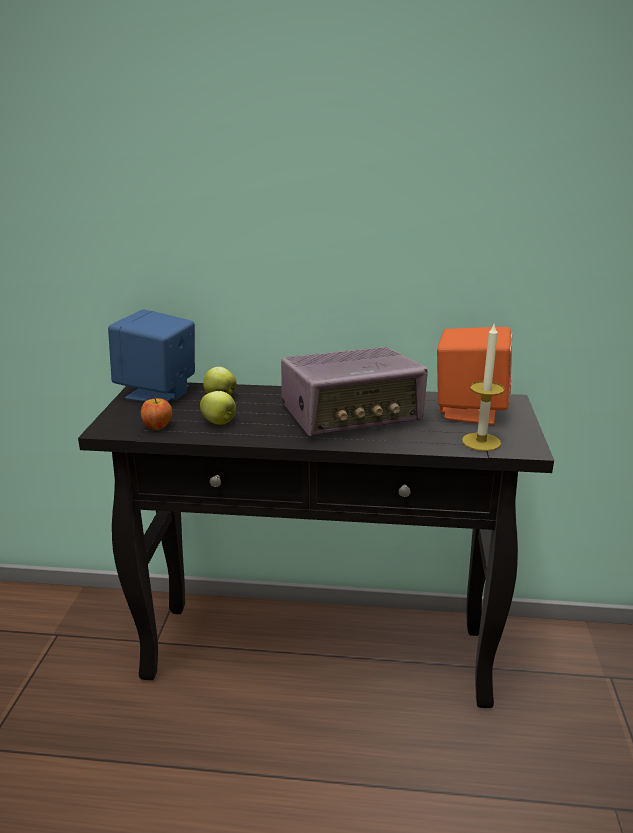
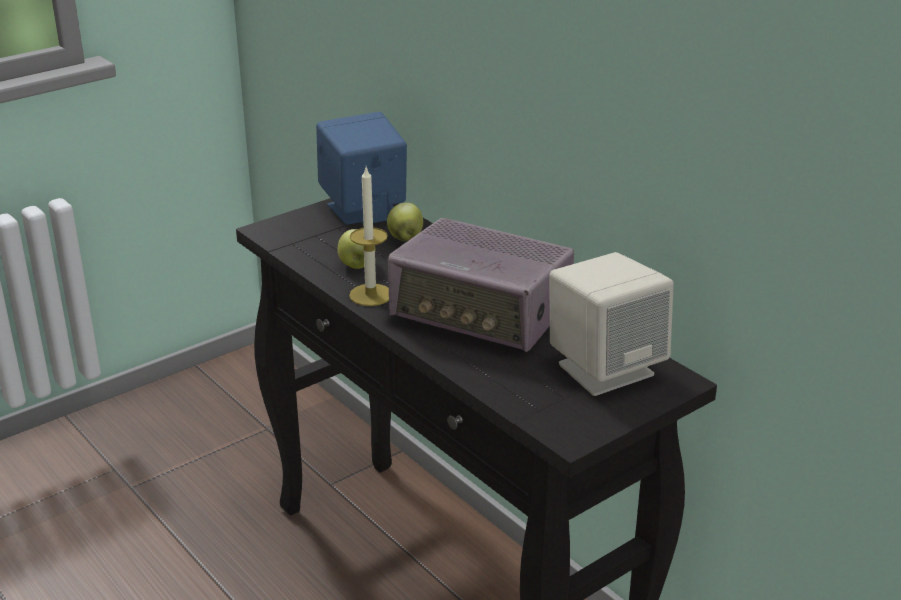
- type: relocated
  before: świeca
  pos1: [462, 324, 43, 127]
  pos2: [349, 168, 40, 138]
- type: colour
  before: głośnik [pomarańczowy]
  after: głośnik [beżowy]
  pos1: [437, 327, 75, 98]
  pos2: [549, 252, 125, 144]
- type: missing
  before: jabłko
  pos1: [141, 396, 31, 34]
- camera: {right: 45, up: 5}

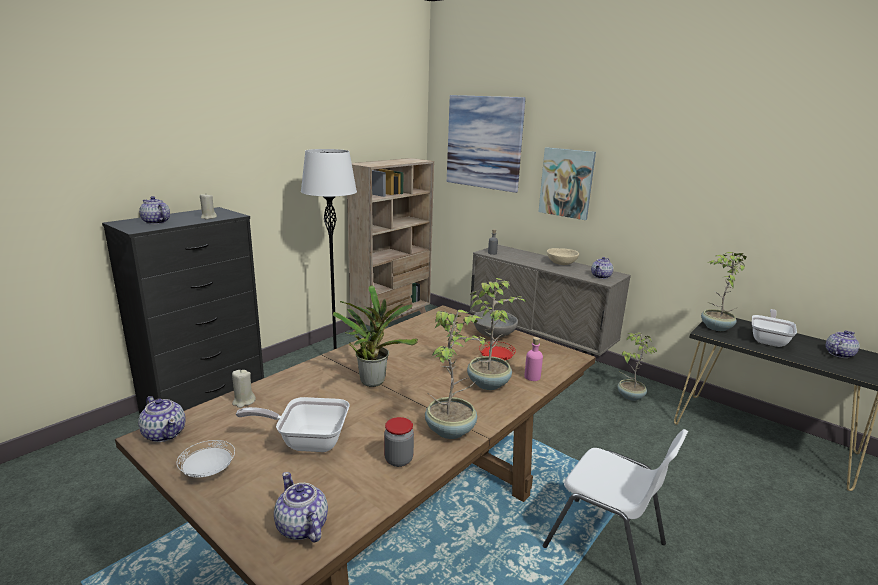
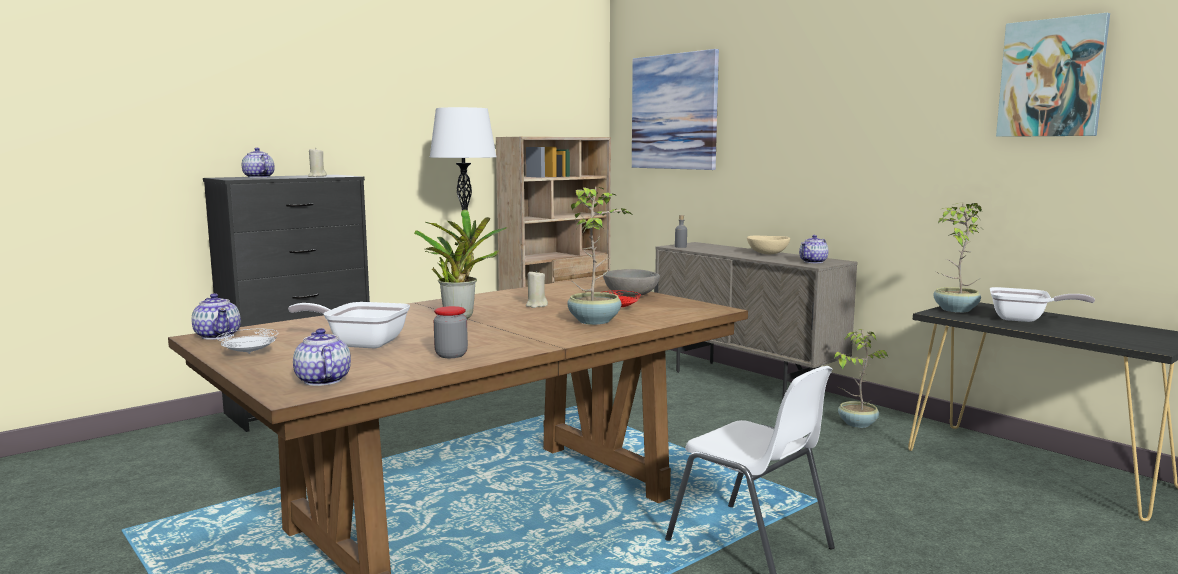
- type: relocated
  before: obraz
  pos1: [539, 147, 57, 73]
  pos2: [996, 13, 114, 124]
- type: missing
  before: roślina doniczkowa
  pos1: [425, 309, 65, 130]
- type: spun
  before: patelnia
  pos1: [752, 309, 45, 38]
  pos2: [990, 287, 105, 35]
  turn: 75
- type: missing
  before: imbryk
  pos1: [826, 331, 33, 27]
- type: missing
  before: butelka [różowy]
  pos1: [524, 337, 19, 44]
- type: relocated
  before: świeca [beżowy]
  pos1: [232, 370, 24, 38]
  pos2: [526, 270, 22, 38]
- camera: {right: 10, up: -10}

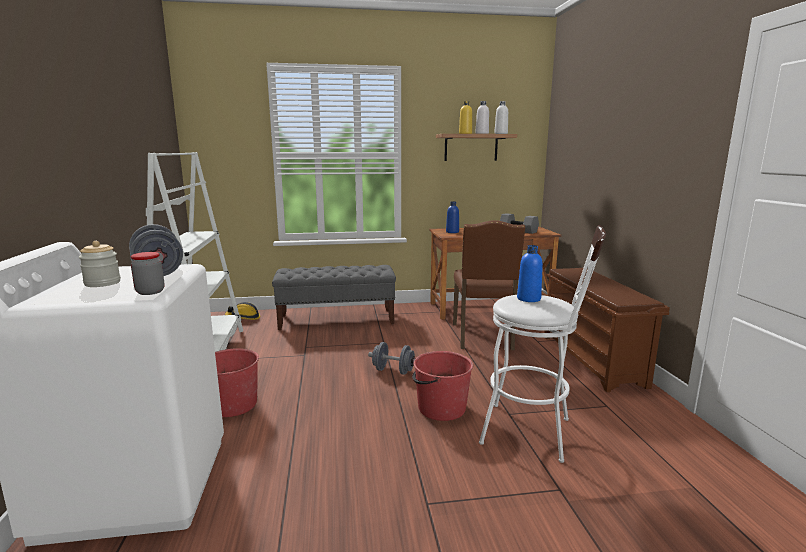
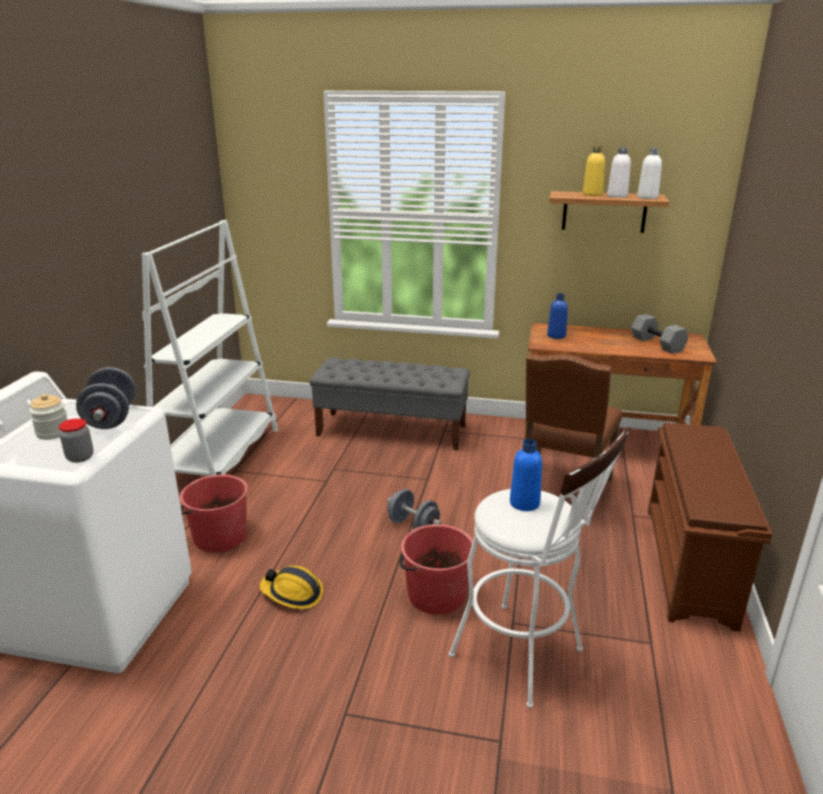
- type: relocated
  before: kask
  pos1: [225, 302, 35, 18]
  pos2: [260, 566, 63, 43]
- camera: {right: 20, up: 10}

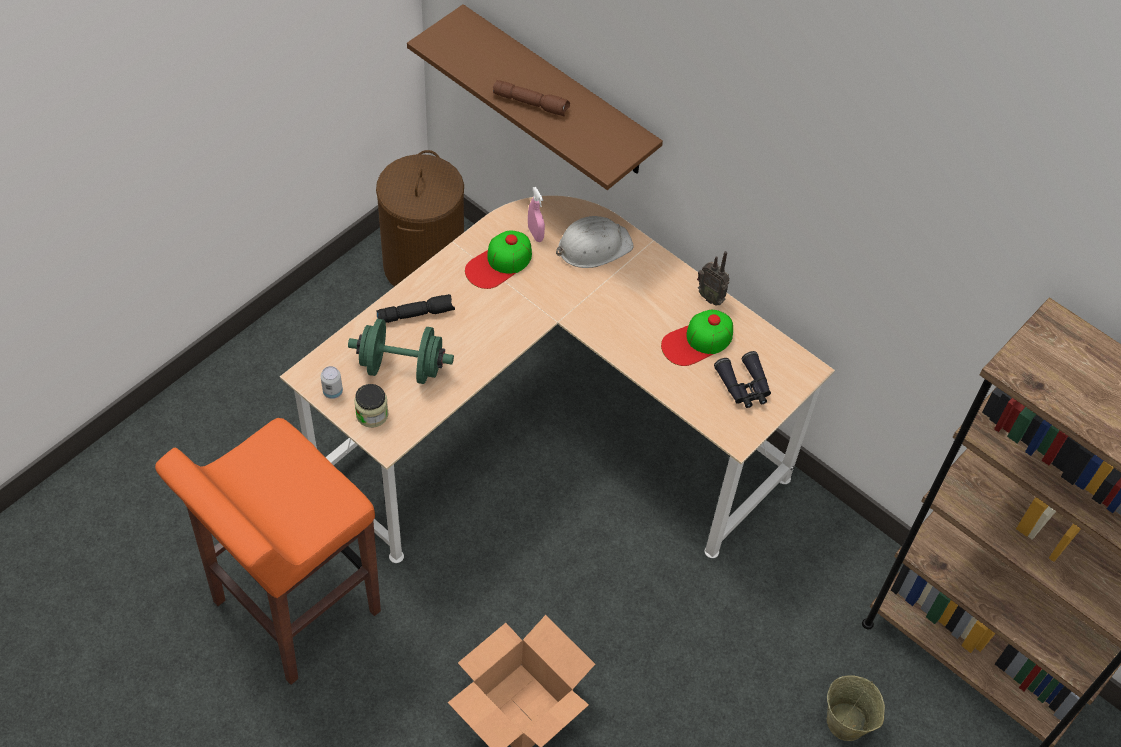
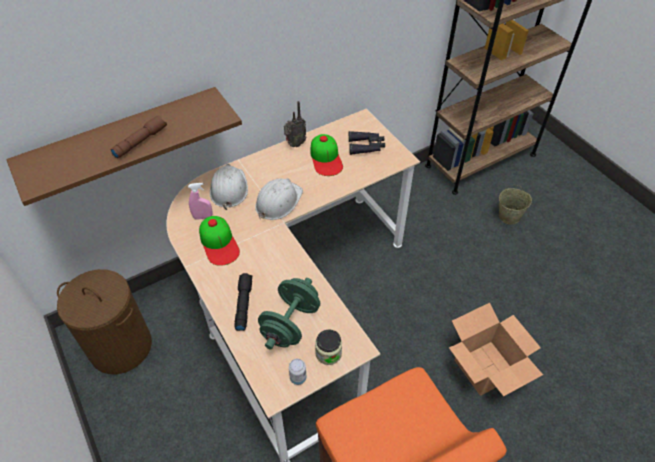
- type: appeared
  after: kask [biały]
  pos2: [255, 178, 48, 42]
- camera: {right: -70, up: -5}

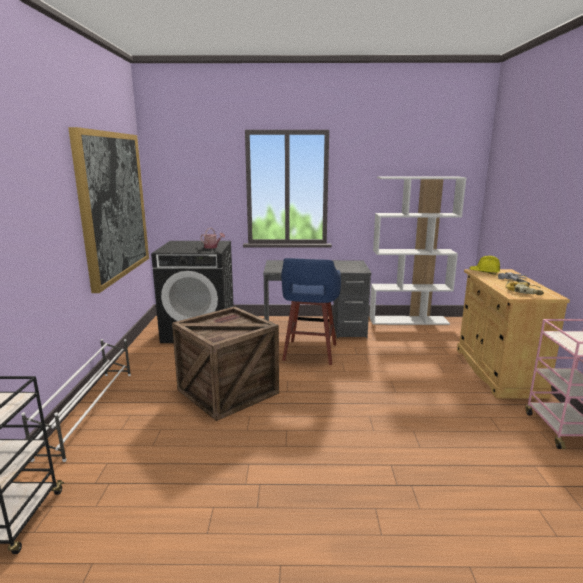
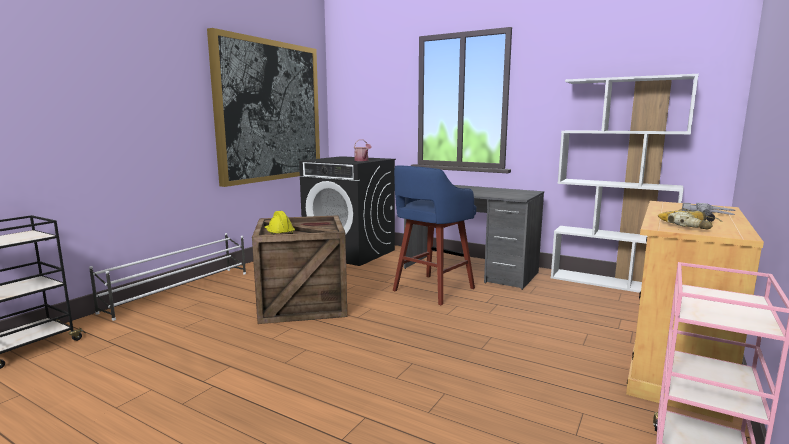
- type: relocated
  before: kask [żółty]
  pos1: [469, 256, 31, 19]
  pos2: [265, 211, 30, 24]
- camera: {right: 30, up: -5}

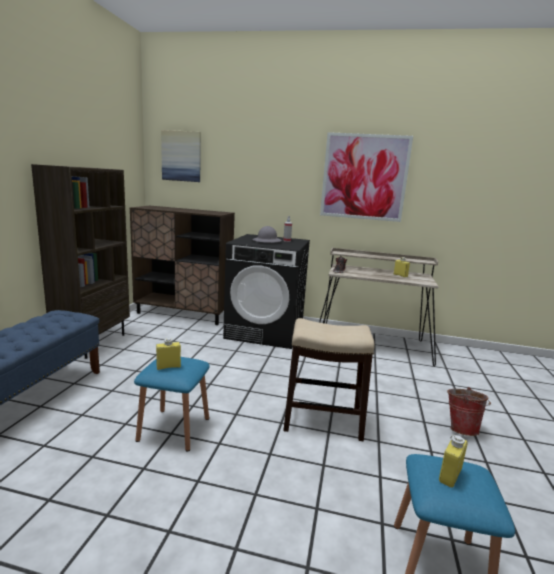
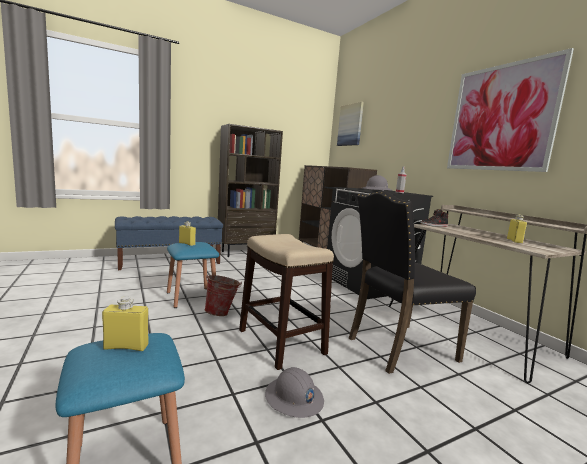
- type: relocated
  before: wiadro
  pos1: [447, 387, 44, 49]
  pos2: [204, 275, 38, 41]
- type: appeared
  after: krzesło [czarny]
  pos2: [349, 191, 127, 183]
- type: appeared
  after: kask [szary]
  pos2: [265, 367, 59, 51]
- camera: {right: 50, up: -5}

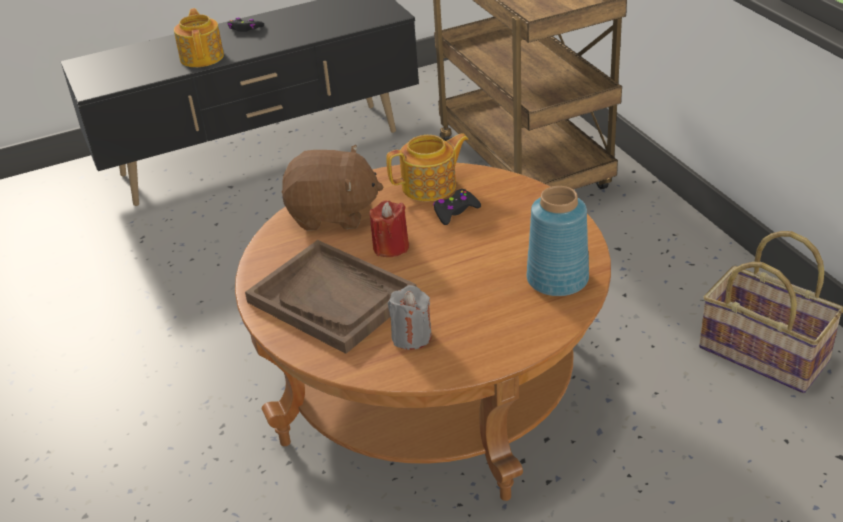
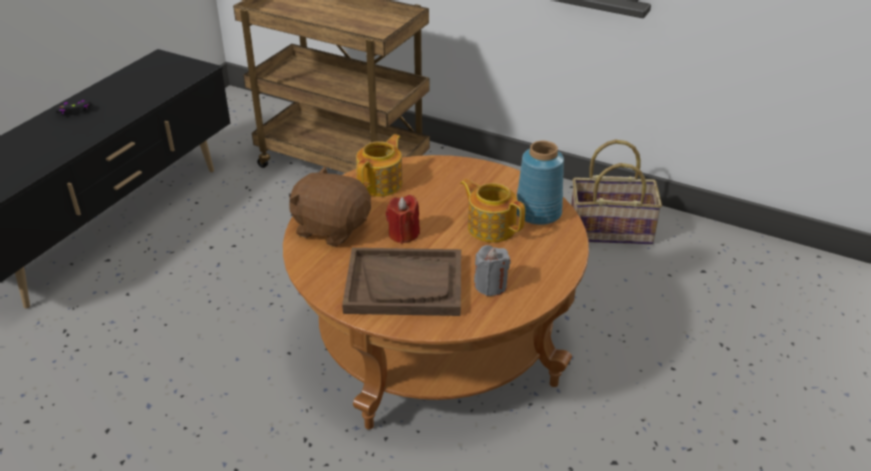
- type: relocated
  before: imbryk
  pos1: [174, 8, 50, 59]
  pos2: [460, 179, 65, 64]
- type: spun
  before: pluszak [brązowy]
  pos1: [282, 145, 101, 86]
  pos2: [289, 167, 82, 80]
  turn: -120
- type: missing
  before: pad do gier [czarny]
  pos1: [433, 189, 48, 36]
- camera: {right: -40, up: 0}

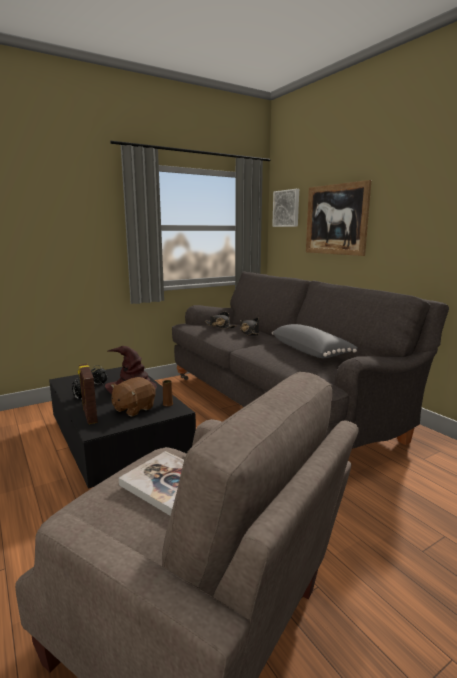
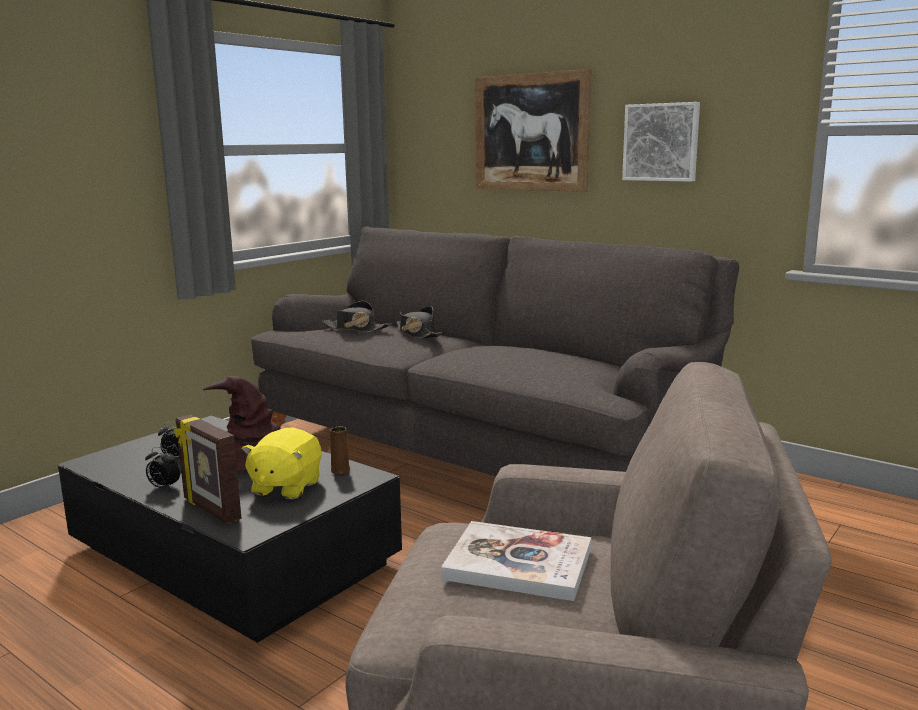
- type: relocated
  before: obraz
  pos1: [272, 189, 27, 38]
  pos2: [622, 102, 78, 80]
- type: missing
  before: poduszka [szary]
  pos1: [272, 324, 86, 34]
- type: colour
  before: pluszak [brązowy]
  after: pluszak [żółty]
  pos1: [111, 377, 45, 40]
  pos2: [242, 427, 80, 72]
- camera: {right: -20, up: 0}

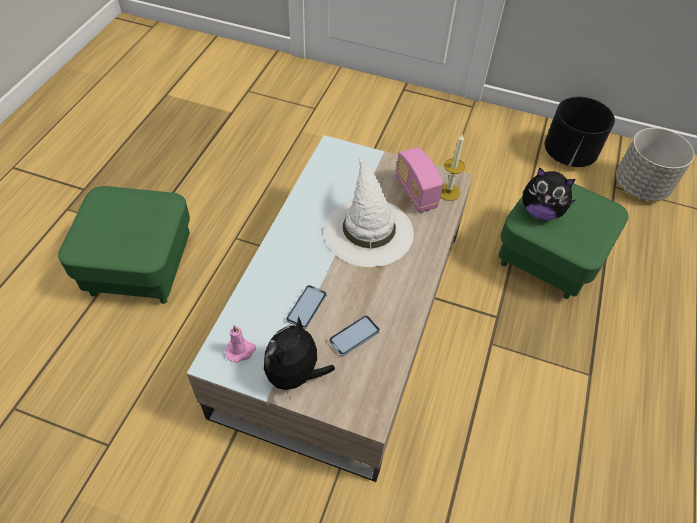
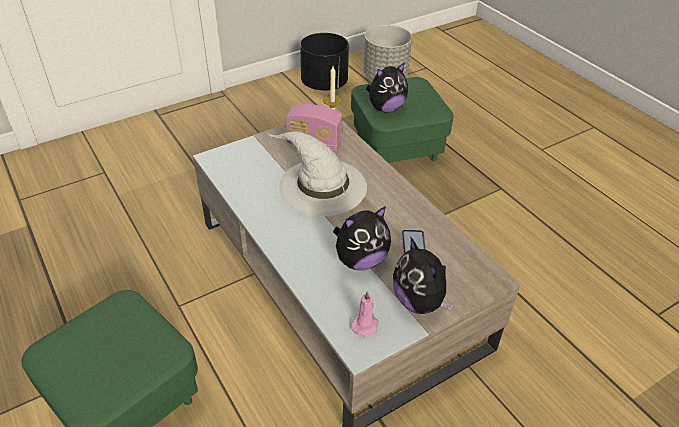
- type: exchanged
  before: telefon
  after: pluszak
  pos1: [286, 285, 41, 44]
  pos2: [333, 206, 58, 64]
- camera: {right: -50, up: -10}

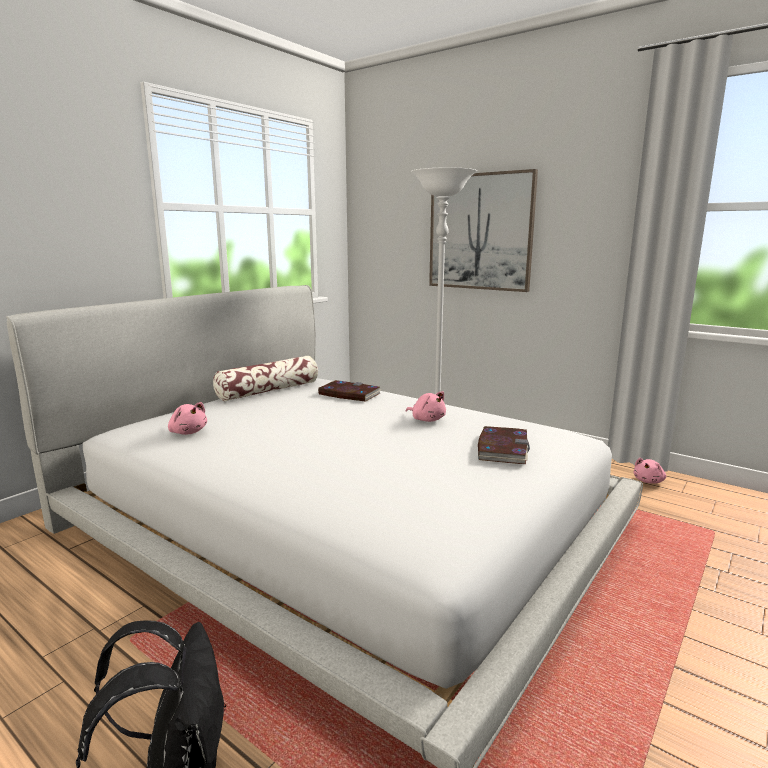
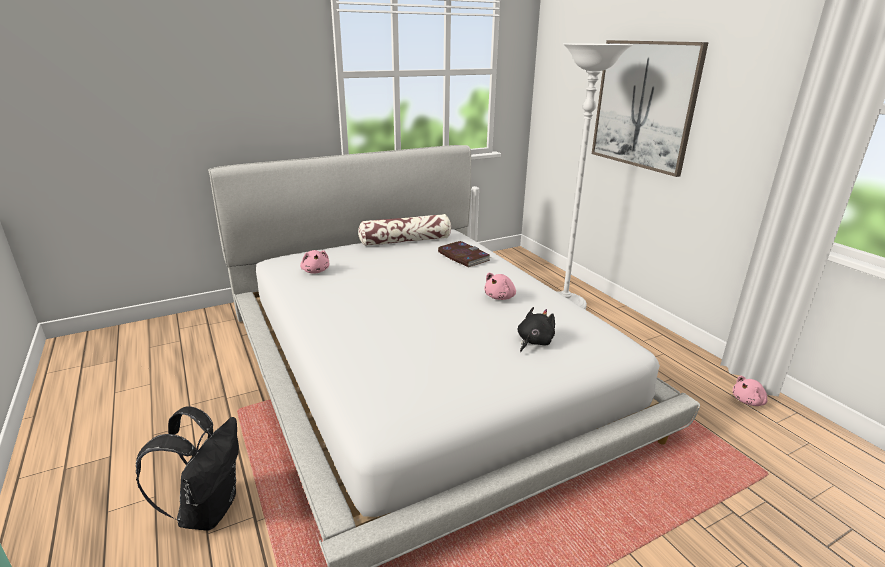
- type: spun
  before: pluszak [różowy]
  pos1: [406, 391, 40, 31]
  pos2: [484, 273, 32, 27]
  turn: 60
- type: exchanged
  before: książka
  after: pluszak [czarny]
  pos1: [478, 426, 52, 38]
  pos2: [518, 307, 37, 45]
- camera: {right: 25, up: 10}

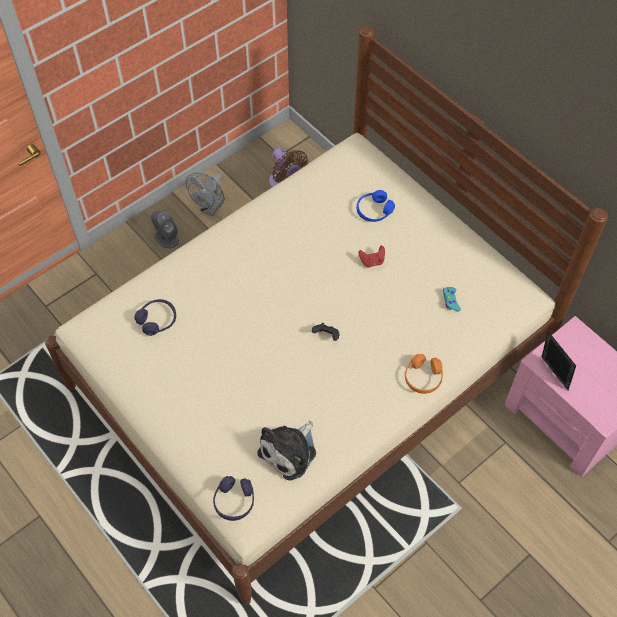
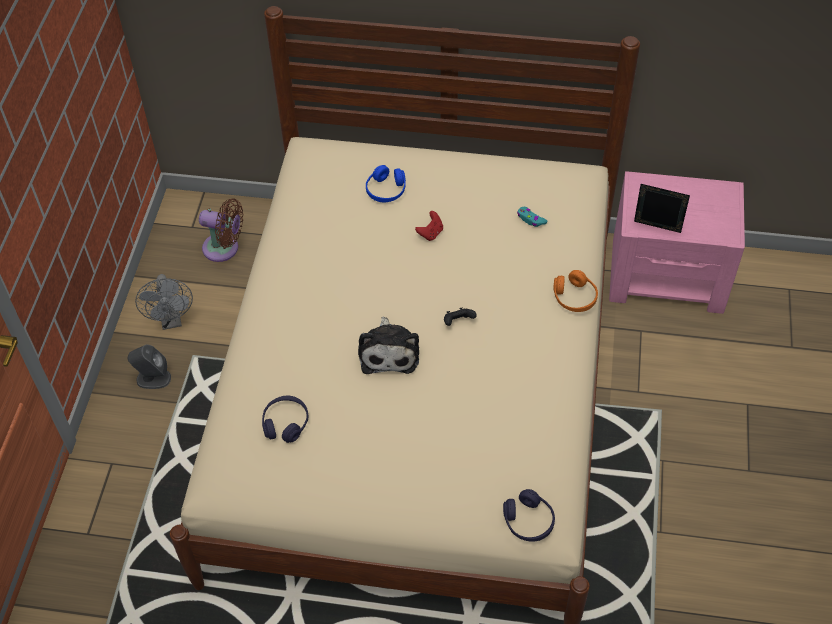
- type: relocated
  before: pluszak
  pos1: [257, 420, 59, 60]
  pos2: [358, 316, 61, 58]
- camera: {right: -40, up: -5}

